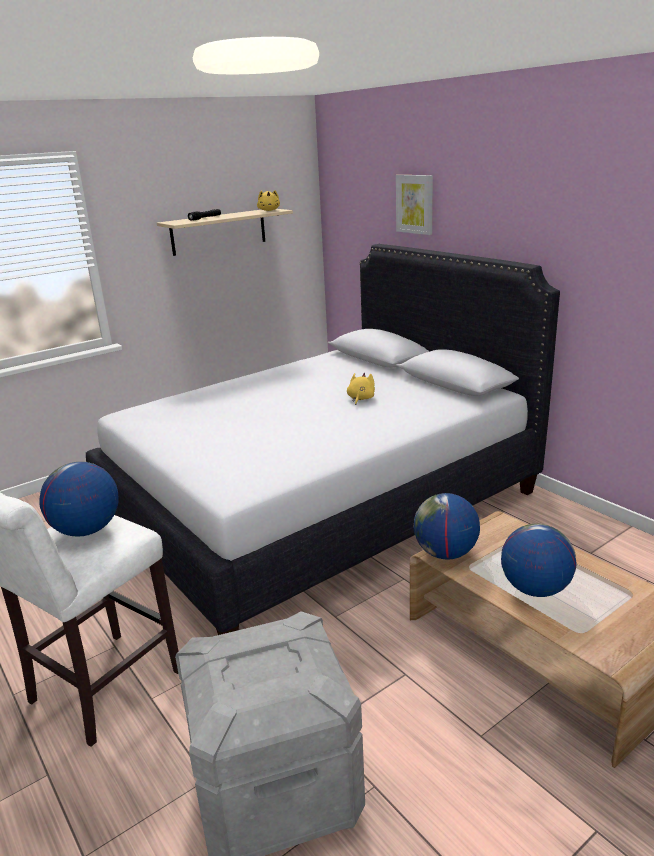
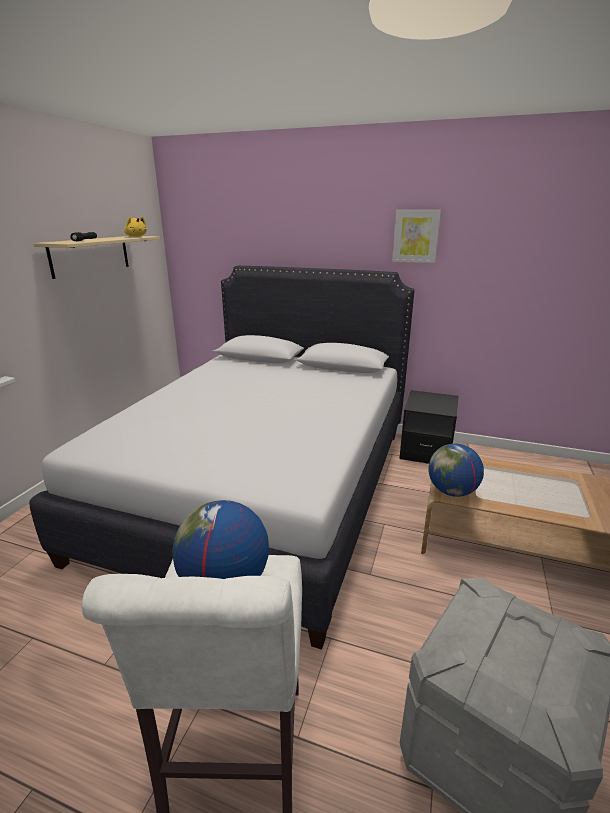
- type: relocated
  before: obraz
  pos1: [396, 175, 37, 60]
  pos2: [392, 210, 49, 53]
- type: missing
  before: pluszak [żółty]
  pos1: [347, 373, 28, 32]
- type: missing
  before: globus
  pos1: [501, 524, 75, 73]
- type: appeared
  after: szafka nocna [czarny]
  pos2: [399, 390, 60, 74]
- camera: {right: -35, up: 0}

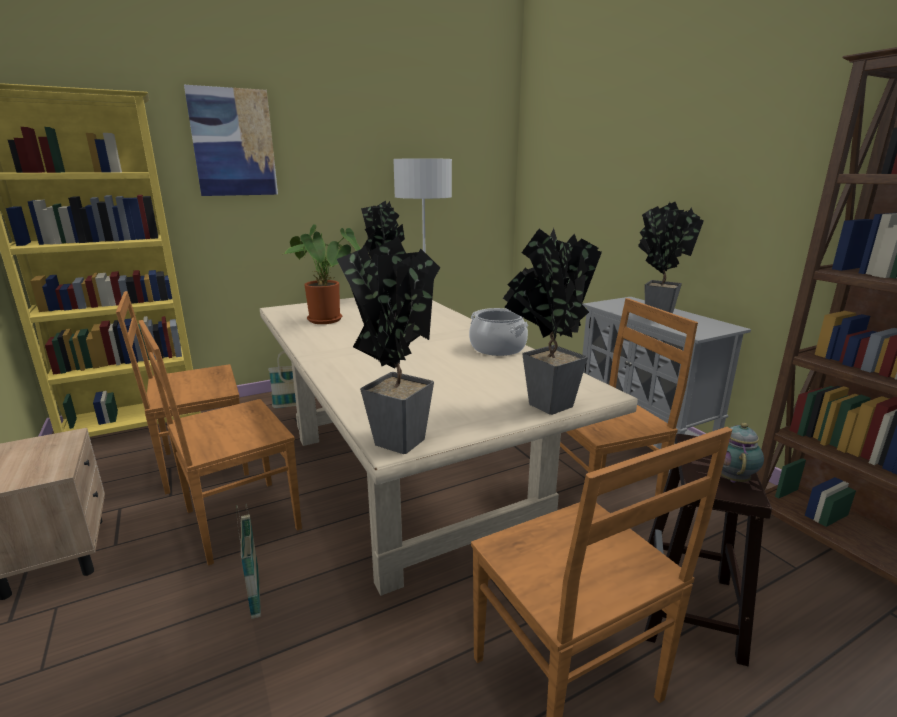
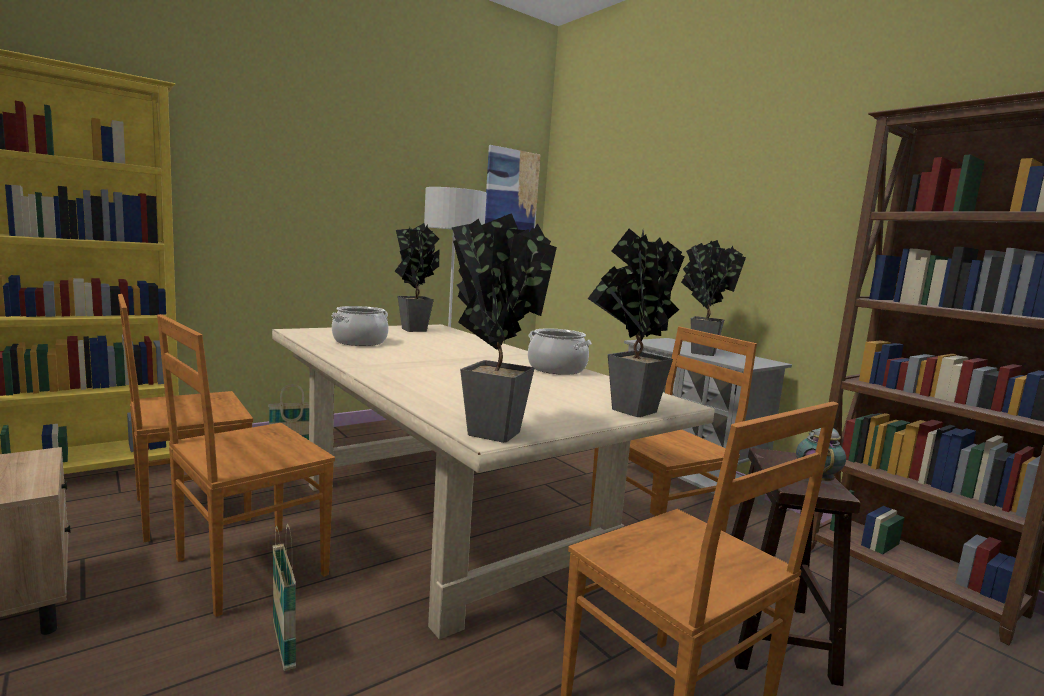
- type: relocated
  before: obraz
  pos1: [184, 85, 94, 111]
  pos2: [485, 145, 56, 87]
- type: exchanged
  before: roślina doniczkowa
  after: garnek
  pos1: [284, 224, 77, 100]
  pos2: [332, 306, 57, 40]
- camera: {right: -10, up: -10}

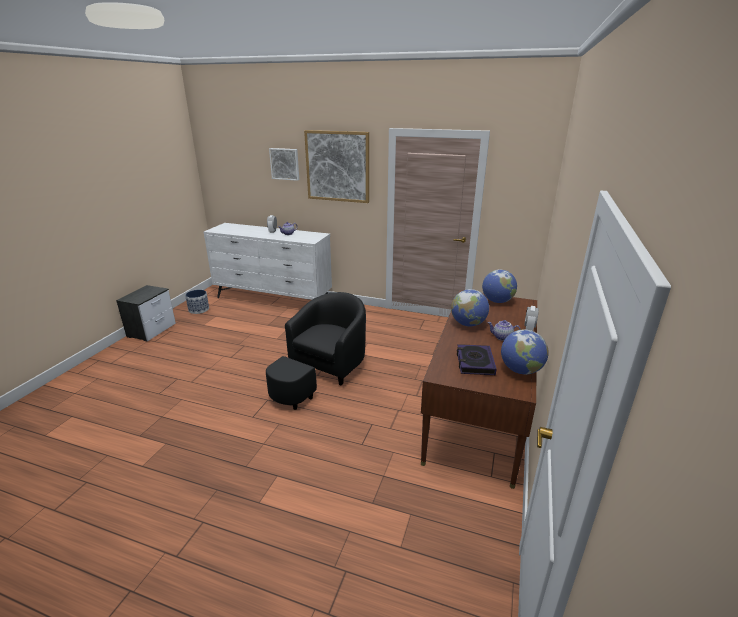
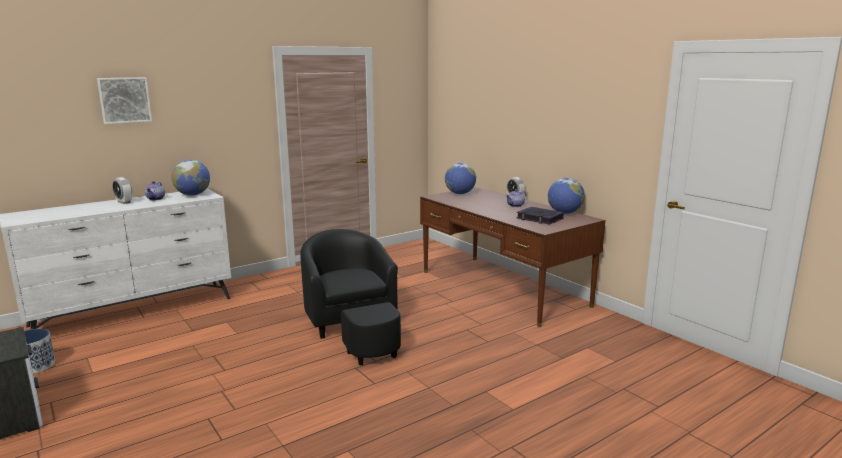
- type: missing
  before: obraz
  pos1: [304, 130, 65, 73]
- type: relocated
  before: globus
  pos1: [451, 289, 38, 38]
  pos2: [172, 160, 38, 36]
- camera: {right: -55, up: -10}

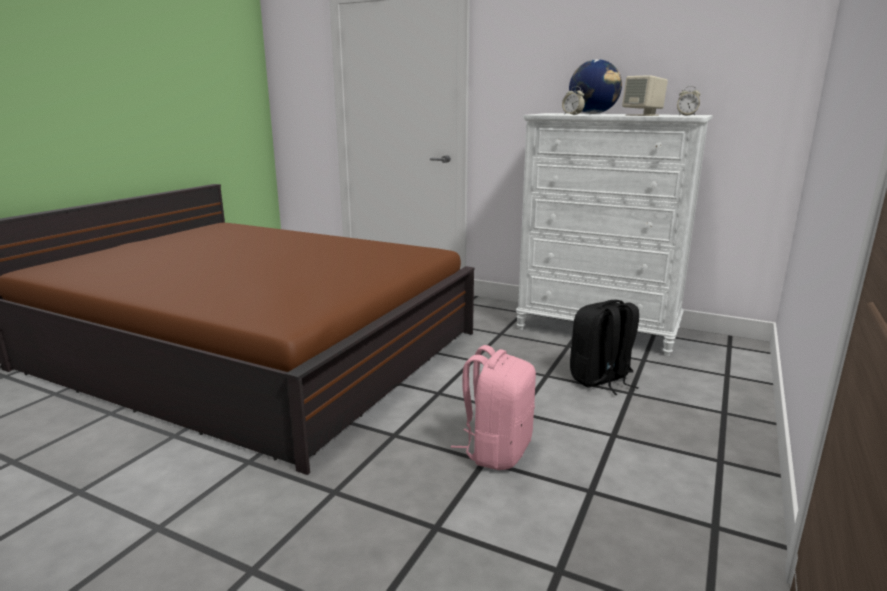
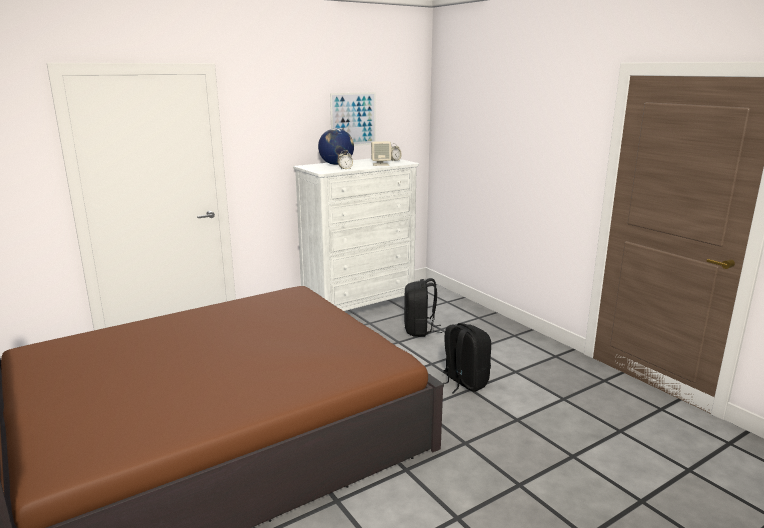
- type: colour
  before: plecak [różowy]
  after: plecak [czarny]
  pos1: [451, 345, 85, 125]
  pos2: [443, 323, 48, 71]
- type: appeared
  after: obraz
  pos2: [330, 92, 46, 54]
- camera: {right: -60, up: 0}

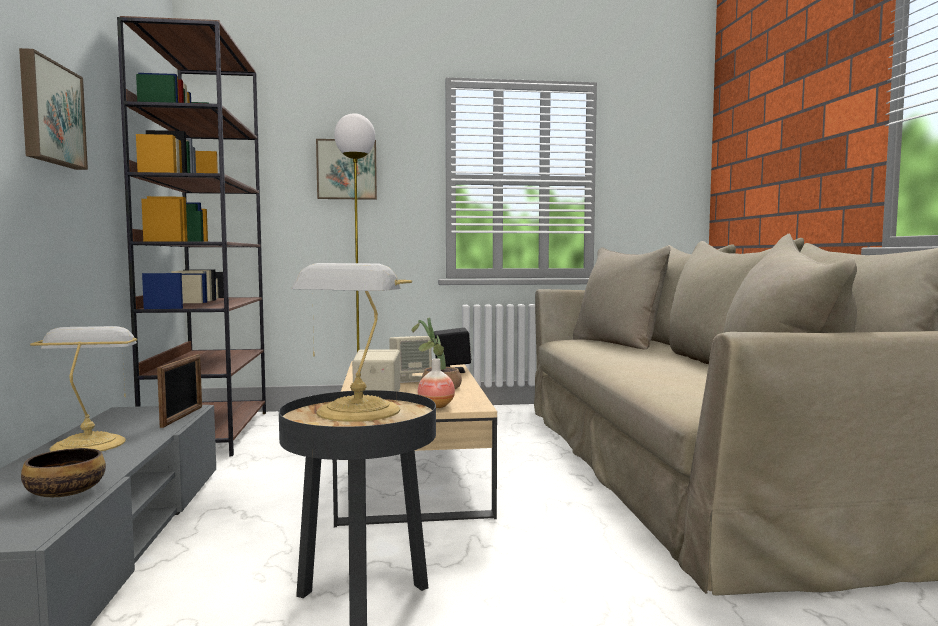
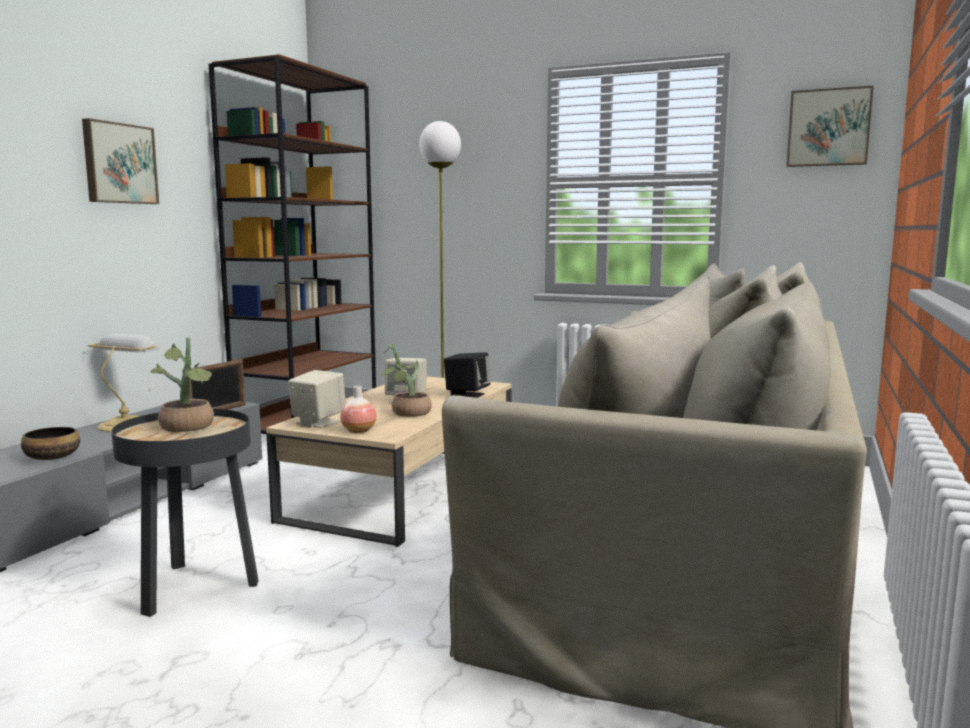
- type: relocated
  before: obraz
  pos1: [316, 139, 61, 61]
  pos2: [786, 86, 88, 81]
- type: exchanged
  before: lampa stołowa
  after: roślina doniczkowa
  pos1: [291, 263, 121, 159]
  pos2: [150, 337, 64, 95]
- camera: {right: 30, up: 5}

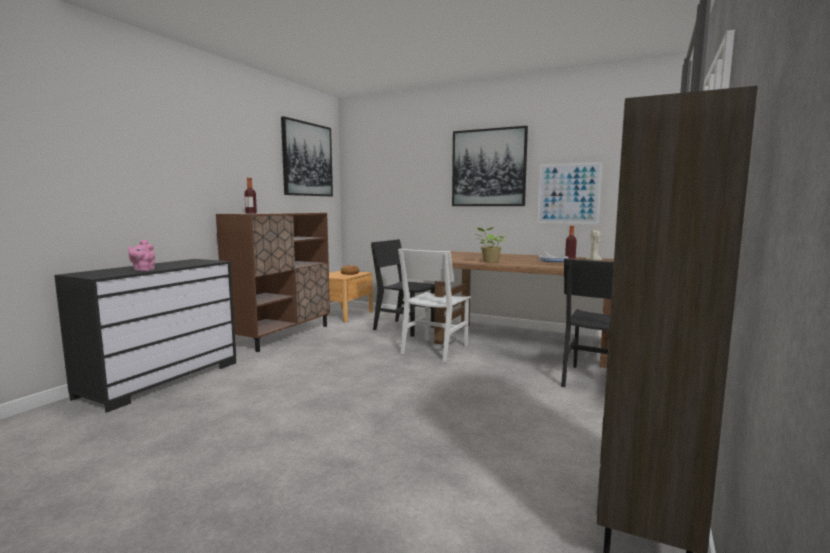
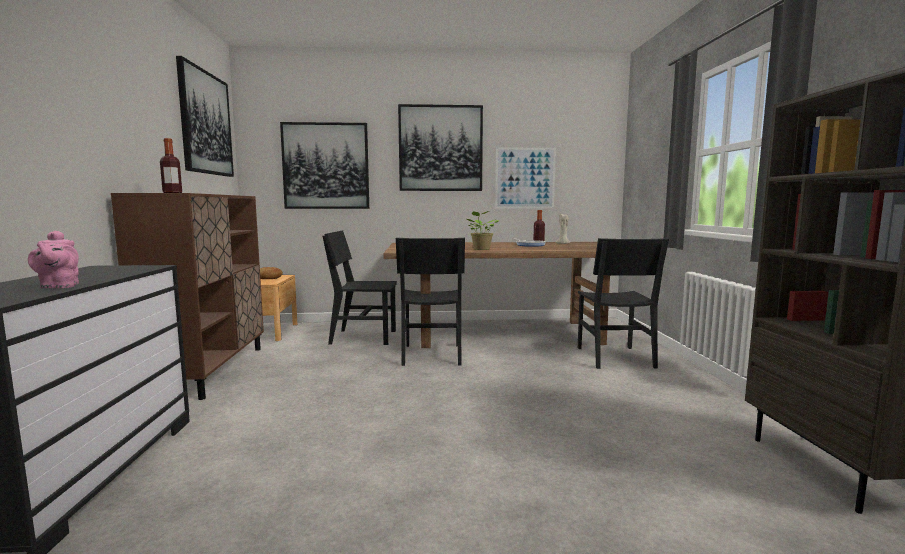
- type: colour
  before: krzesło [biały]
  after: krzesło [czarny]
  pos1: [398, 249, 73, 112]
  pos2: [396, 238, 69, 128]
- type: appeared
  after: obraz
  pos2: [280, 122, 89, 87]
- camera: {right: -30, up: 0}

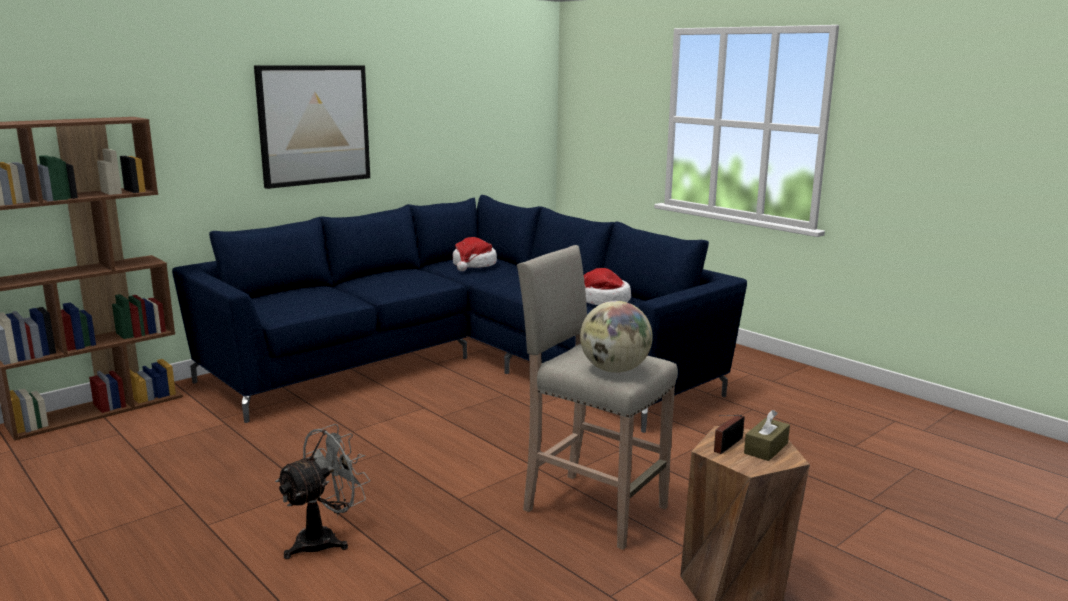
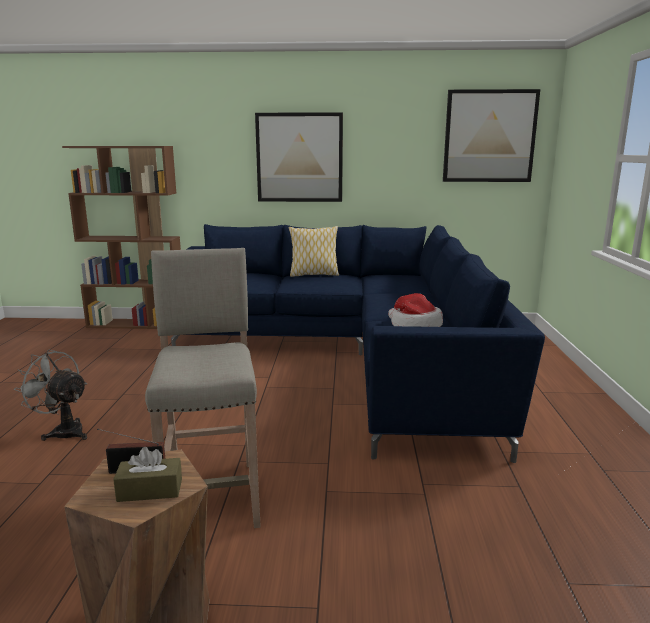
- type: missing
  before: kapelusz
  pos1: [452, 237, 45, 34]
- type: missing
  before: globus
  pos1: [580, 301, 73, 72]
- type: spun
  before: wentylator [szary]
  pos1: [275, 424, 95, 135]
  pos2: [14, 350, 73, 91]
  turn: -150
- type: appeared
  after: obraz
  pos2: [443, 89, 97, 93]
- type: appeared
  after: poduszka
  pos2: [289, 226, 50, 51]
- camera: {right: 45, up: 0}

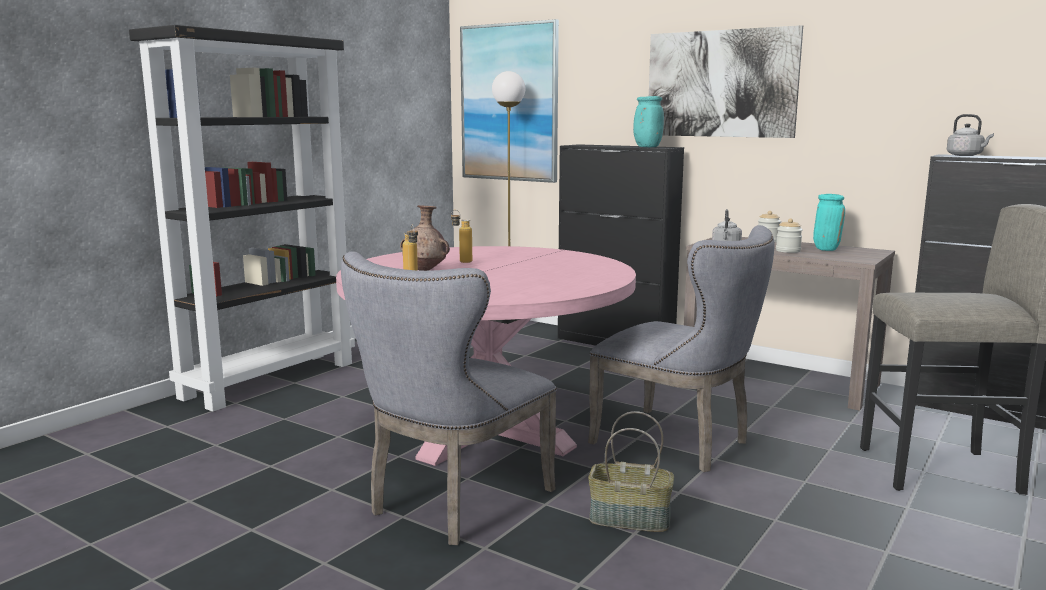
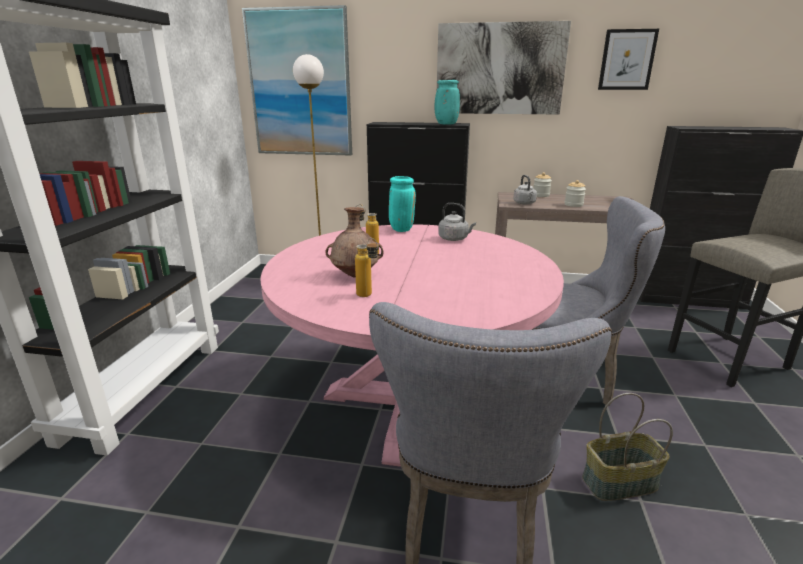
- type: relocated
  before: czajnik [szary]
  pos1: [947, 114, 47, 42]
  pos2: [438, 203, 38, 38]
- type: relocated
  before: wazon [turkusowy]
  pos1: [813, 194, 32, 57]
  pos2: [389, 176, 27, 56]
- type: appeared
  after: obraz
  pos2: [598, 29, 61, 61]
- camera: {right: -25, up: 10}

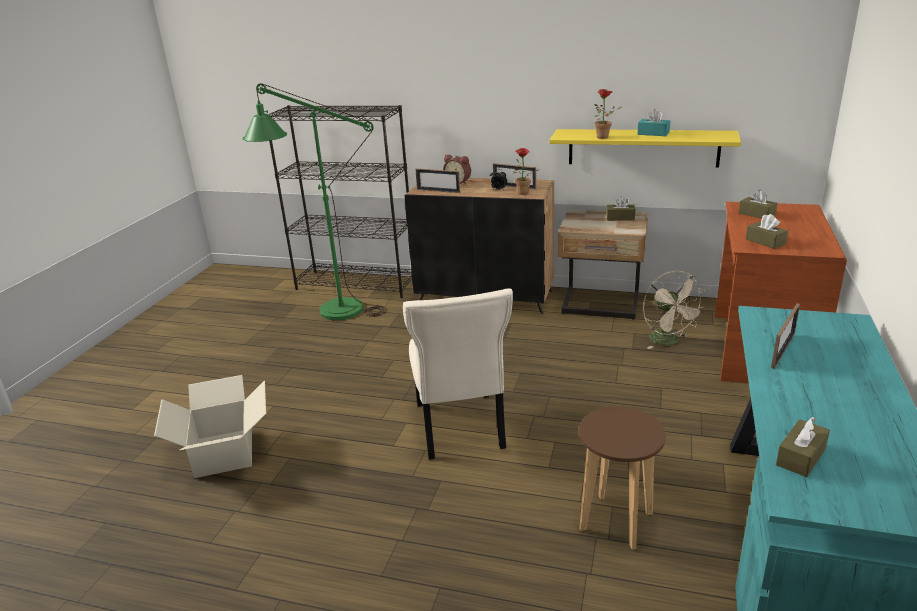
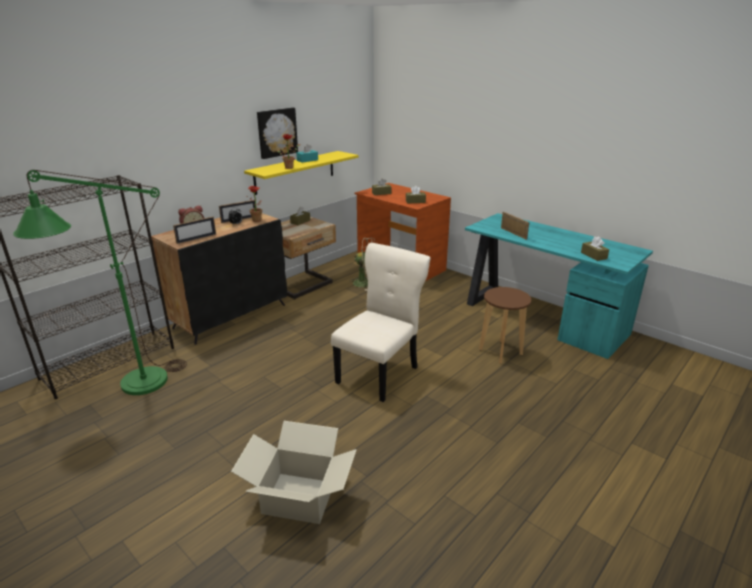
- type: spun
  before: krzesło [beżowy]
  pos1: [403, 288, 110, 172]
  pos2: [331, 243, 100, 159]
  turn: -75
- type: appeared
  after: obraz
  pos2: [257, 107, 41, 52]
- camera: {right: -65, up: 0}

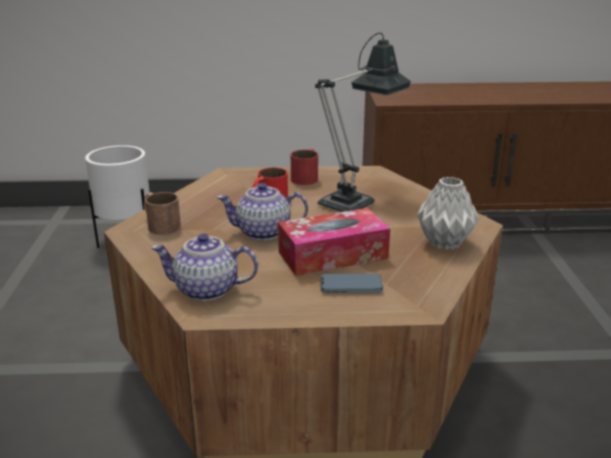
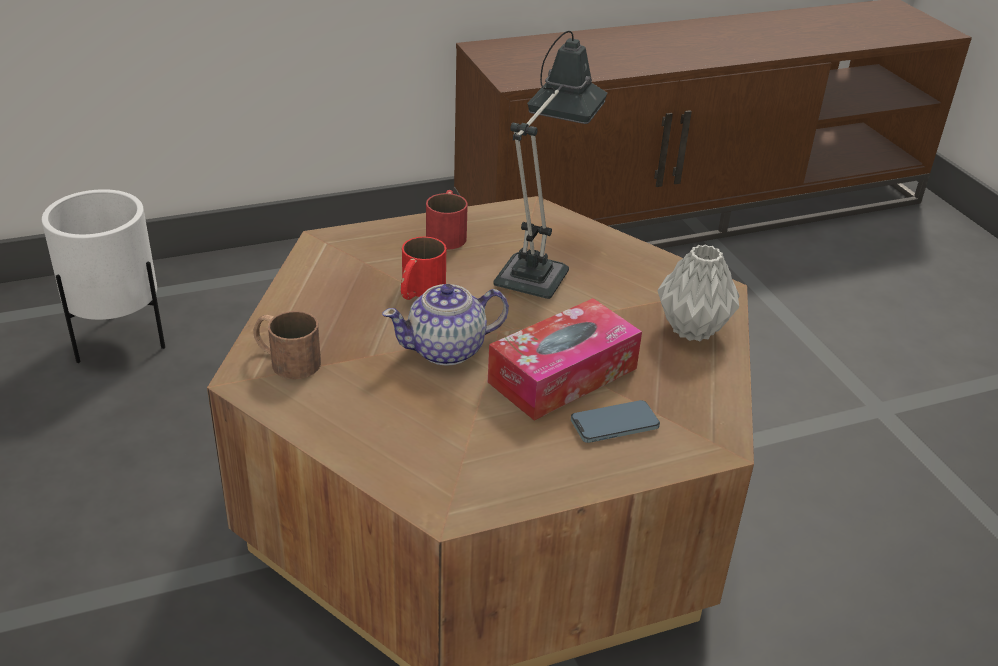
- type: missing
  before: imbryk
  pos1: [151, 233, 107, 68]
- camera: {right: -20, up: 10}

